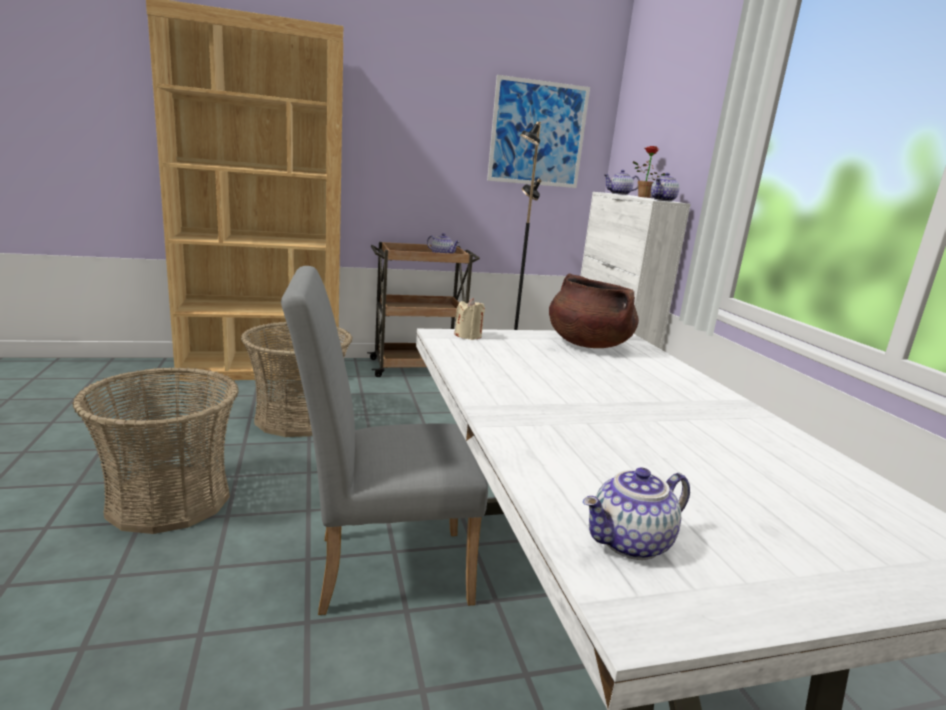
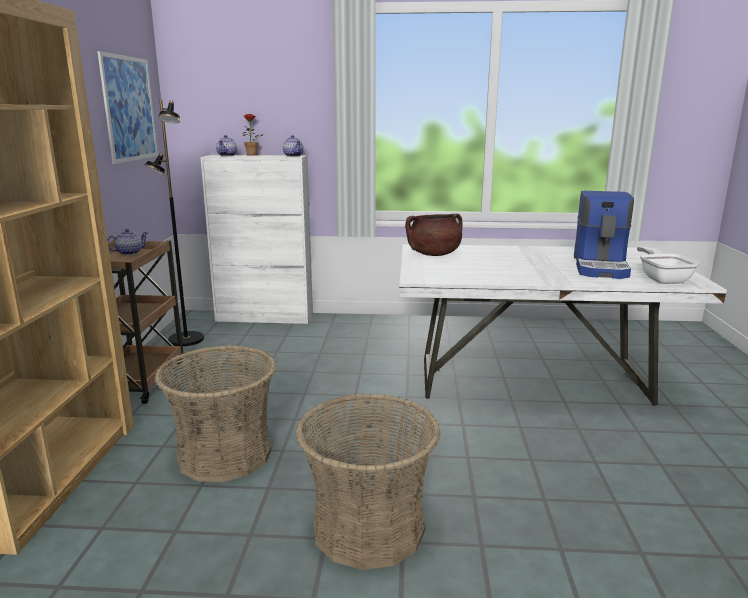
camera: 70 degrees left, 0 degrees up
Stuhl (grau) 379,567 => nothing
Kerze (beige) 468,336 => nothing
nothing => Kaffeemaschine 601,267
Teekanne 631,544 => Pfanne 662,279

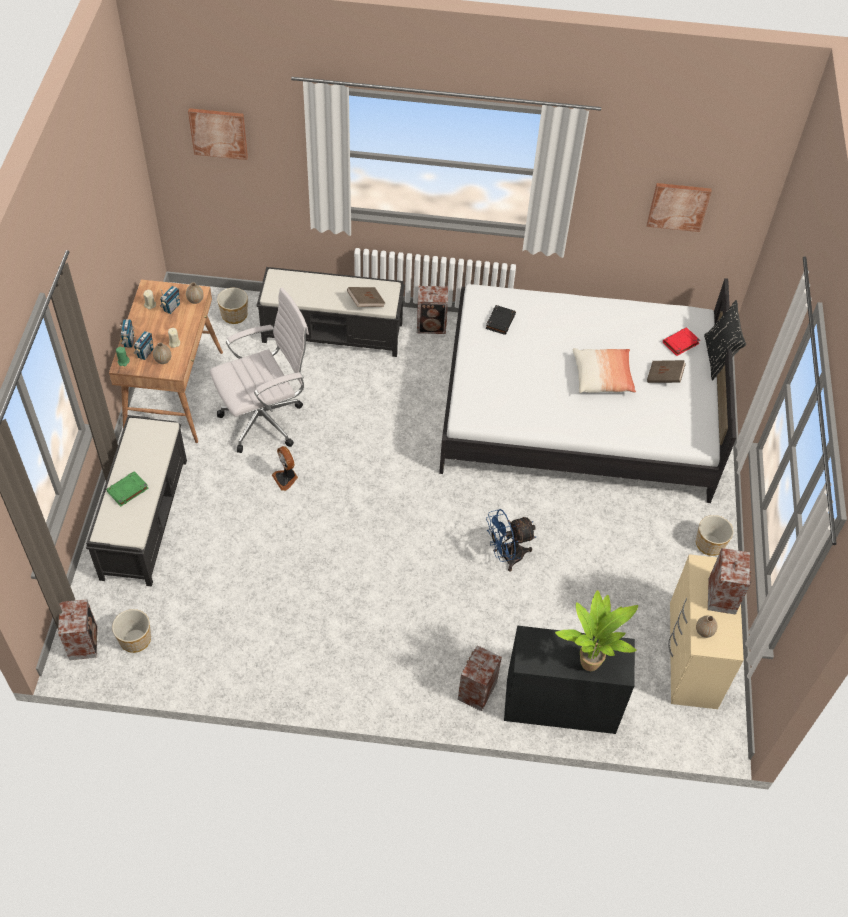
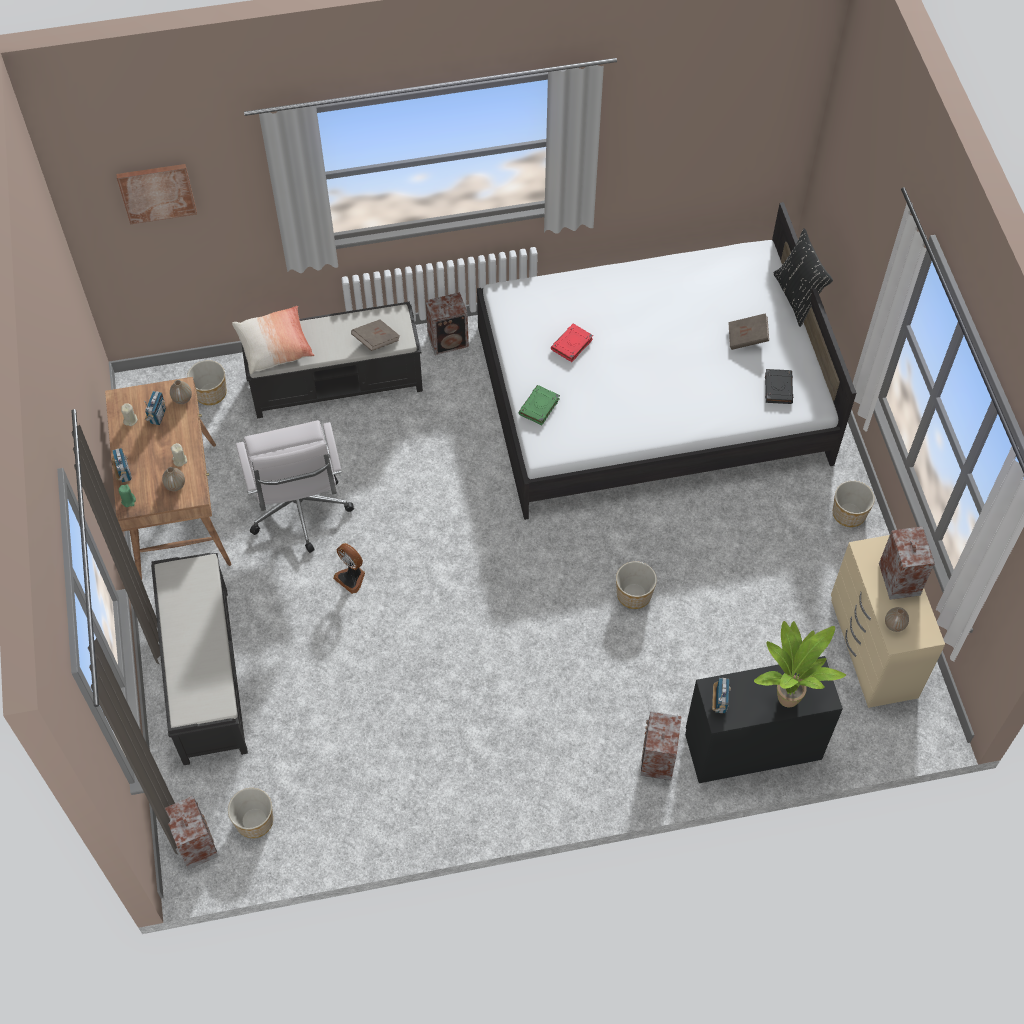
camera: 15 degrees left, 5 degrees up
Bild 678,206 => nothing
Buch (grün) 127,490 => Buch (grün) 539,407, moved
Radio 145,353 => Radio 719,703, moved
Buch (schwarz) 500,321 => Buch (schwarz) 778,388, moved
Kissen 602,377 => Kissen 275,347, moved
Buch (rot) 680,343 => Buch (rot) 571,345, moved
Ventilator (blau) 506,556 => Pflanzkübel 634,594
Bürostuhl (weiß) 266,420 => Bürostuhl (weiß) 300,513, 120 degrees clockwise

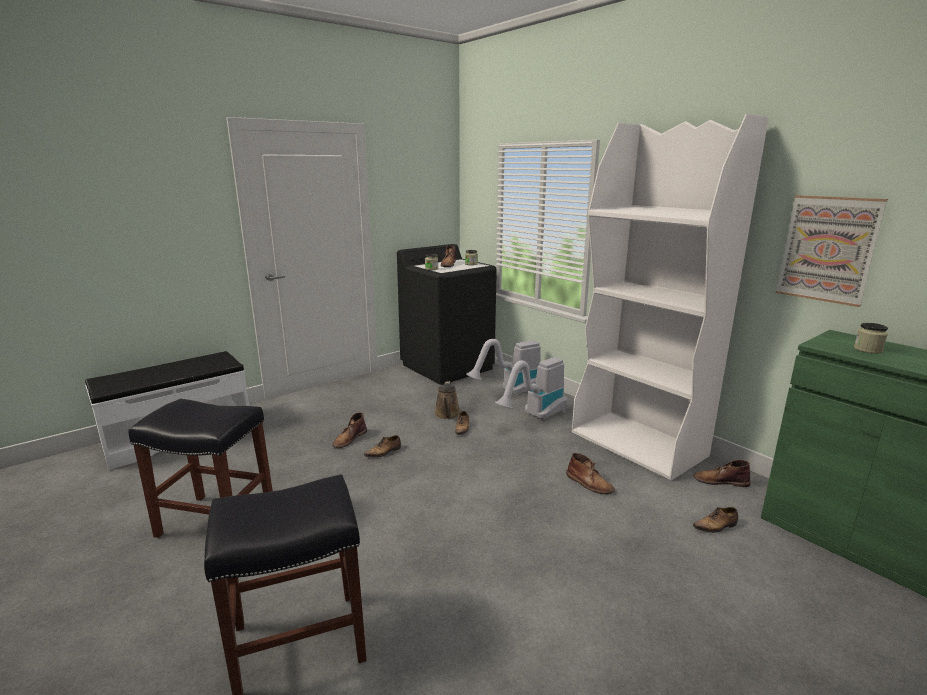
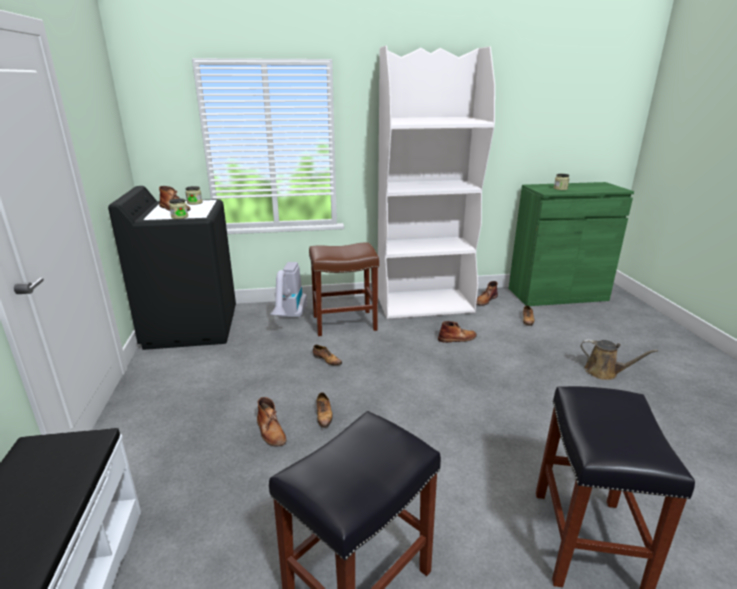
camera: 60 degrees left, 5 degrees up
Bild 828,249 => nothing
Gießkanne (braun) 447,414 => Gießkanne (braun) 604,372, moved
Staubsauger 535,416 => Hocker (braun) 345,322

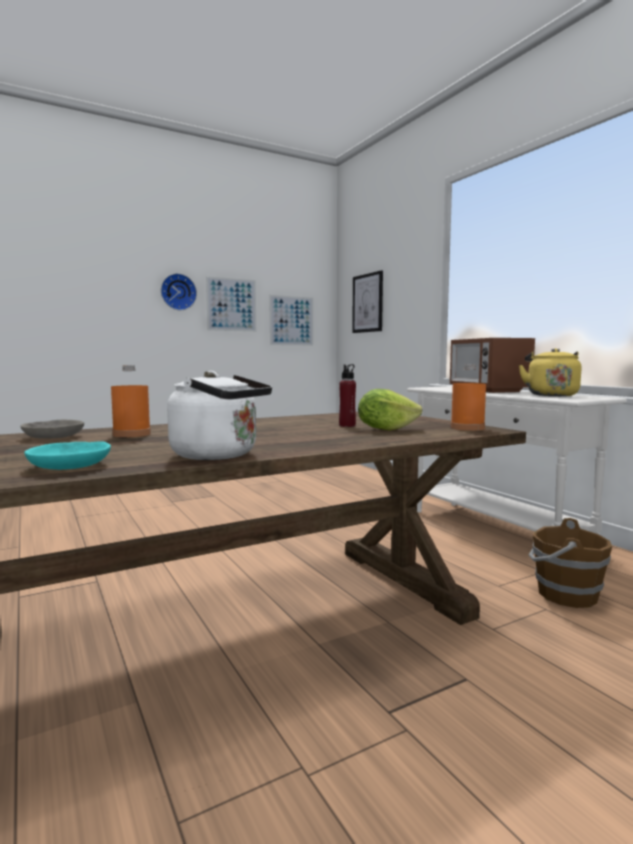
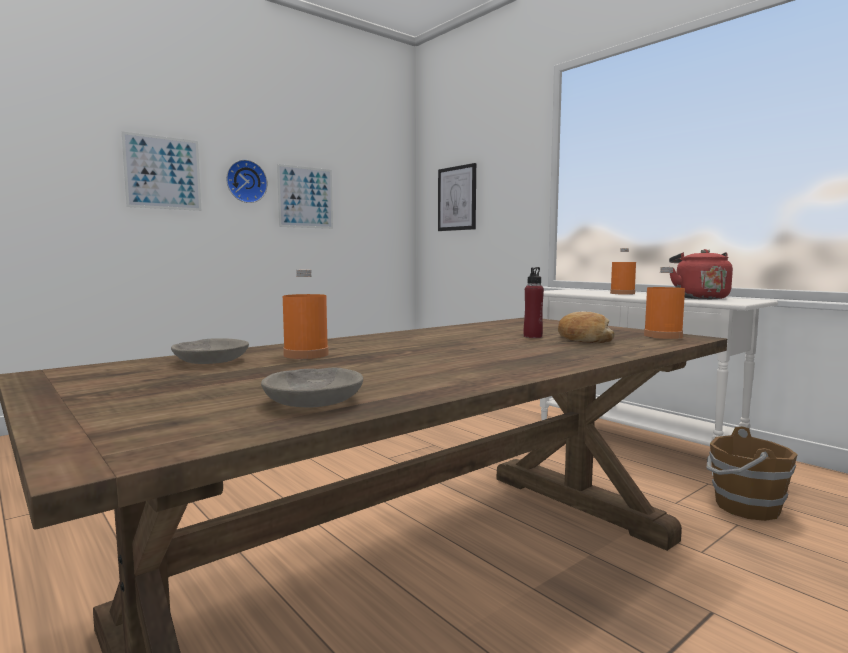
camera: 10 degrees left, 0 degrees up
Wasserkessel (weiß) 220,455 => nothing
Bild 291,321 => Bild 163,173, moved
Salatkopf 385,429 => Brot 582,339
Mikrowelle 488,390 => Flasche (orange) 622,293
Schüssel (türkis) 71,465 => Schüssel (grau) 314,400
Wasserkessel (gelb) 550,395 => Wasserkessel (rot) 699,298

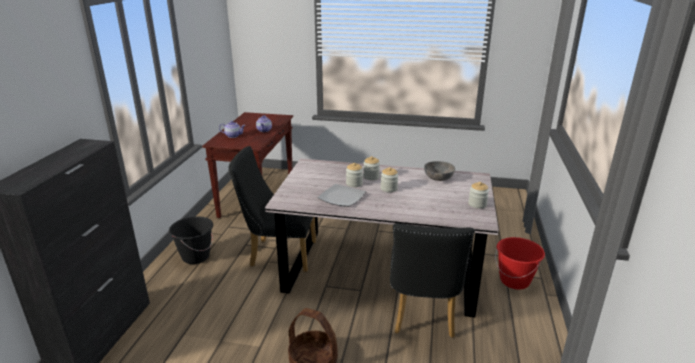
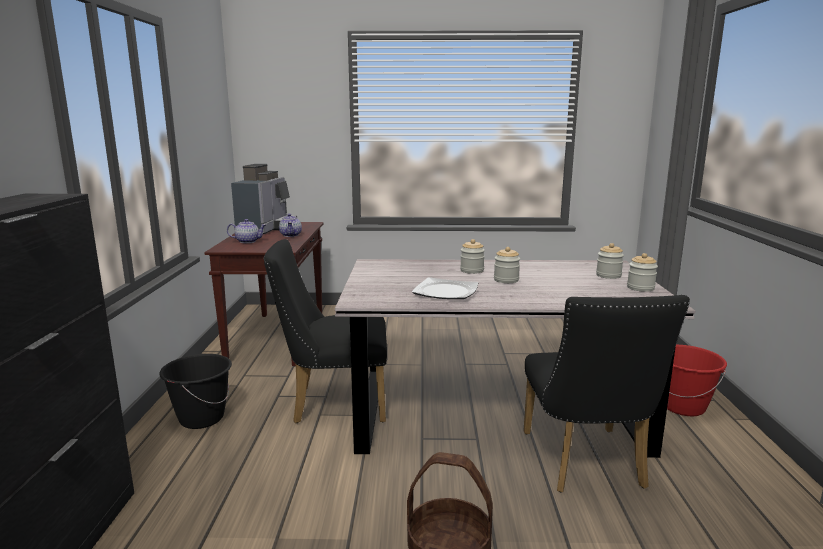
camera: 10 degrees left, 10 degrees down
Schüssel (grau) 438,178 => nothing
nothing => Kaffeemaschine 266,229
Vorratsglas 354,183 => Vorratsglas 608,275, moved

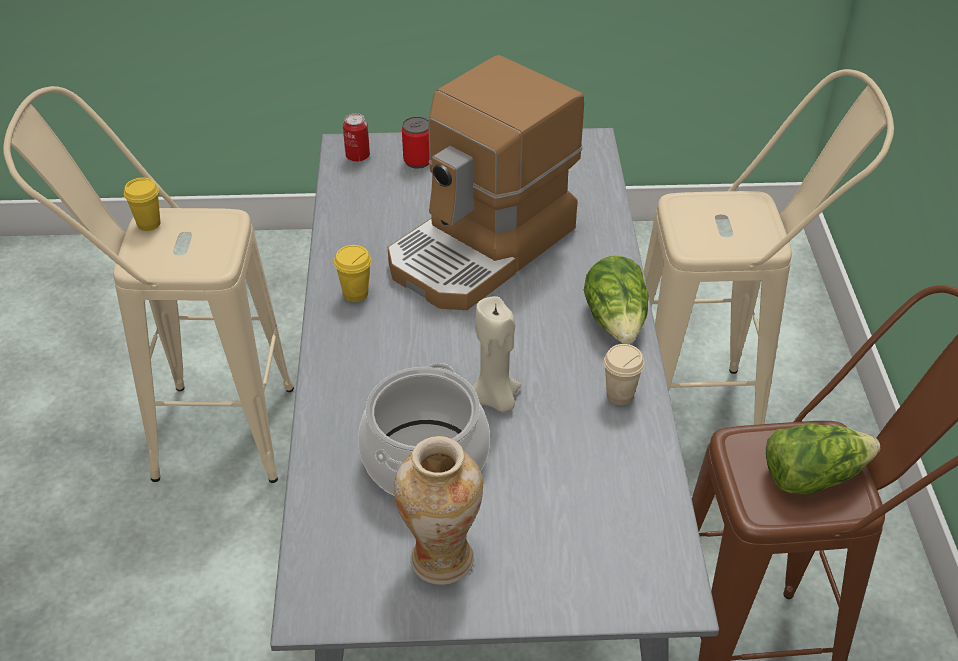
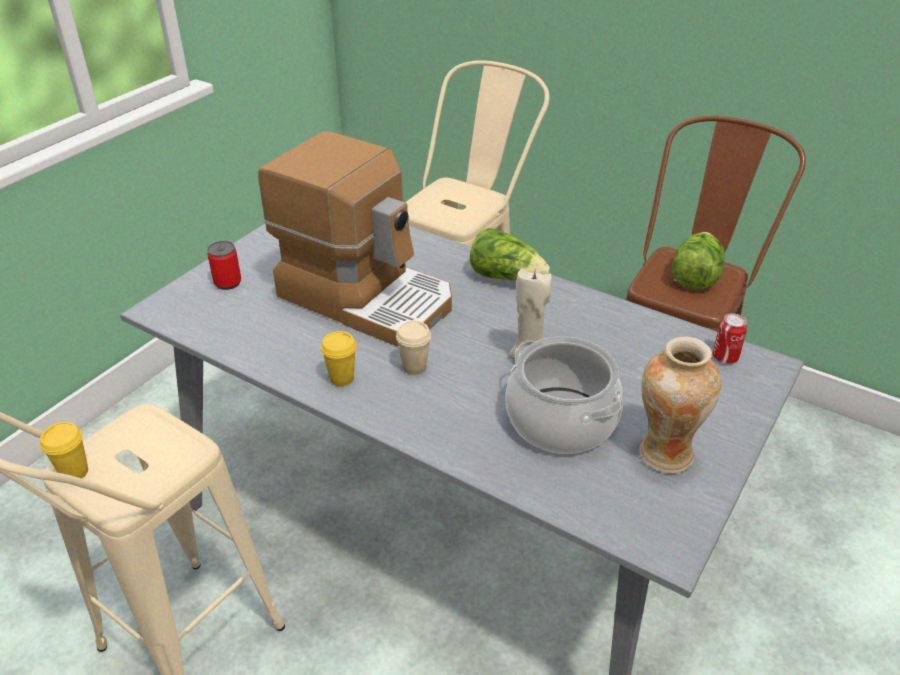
camera: 55 degrees left, 5 degrees down
Dose 357,156 => Dose 725,357, moved
Tasse (beige) 620,395 => Tasse (beige) 414,367, moved
Kaffeemaschine 483,248 => Kaffeemaschine 367,297, 45 degrees counterclockwise

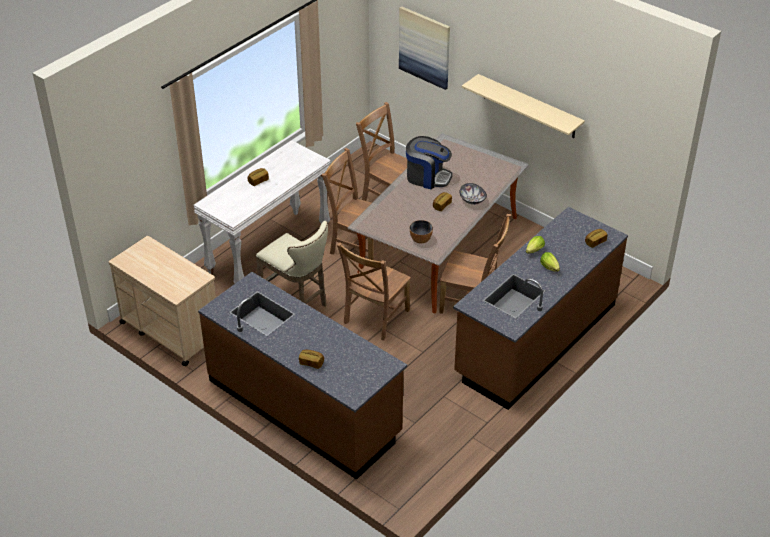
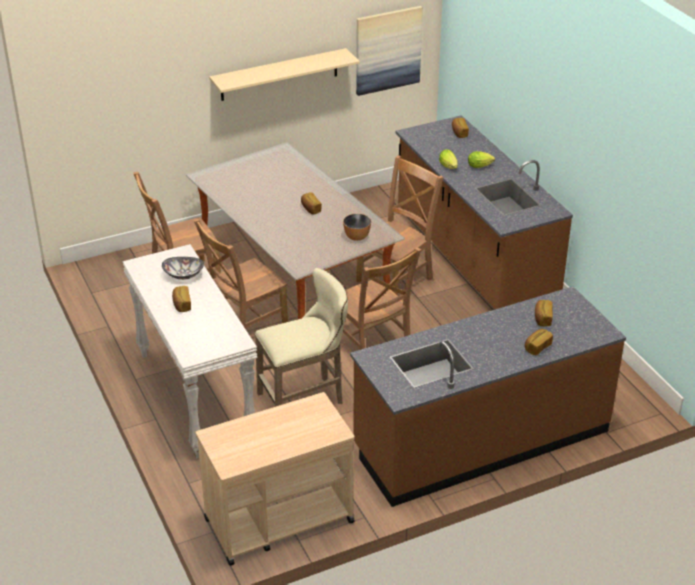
camera: 65 degrees left, 5 degrees down
Kaffeemaschine 427,177 => nothing
nothing => Brot 542,319
Bild 425,47 => Bild 387,50, moved
Schüssel 472,200 => Schüssel 183,275, moved

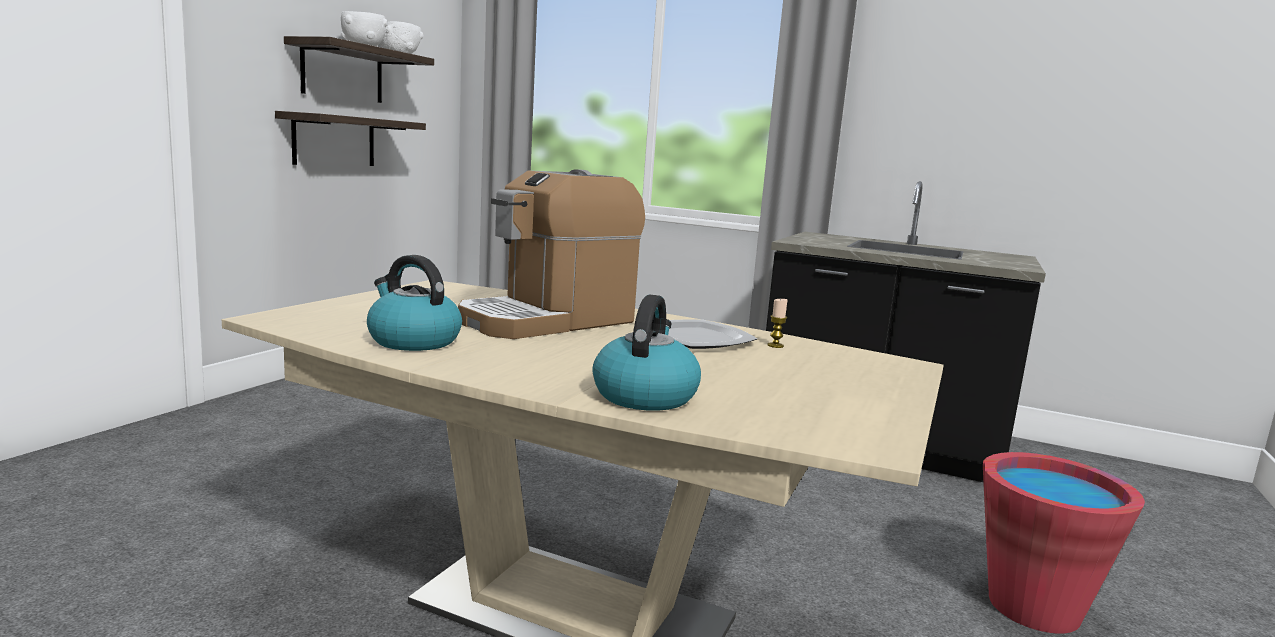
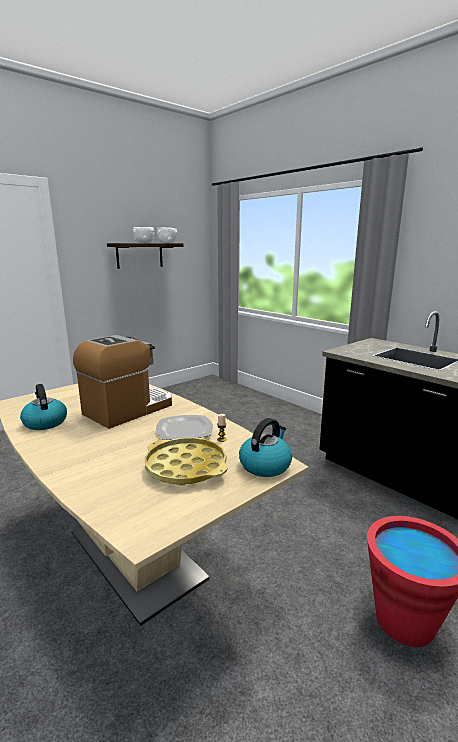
camera: 25 degrees right, 5 degrees up
Wandregal 334,140 => nothing
nothing => Tablett (gelb) 186,467
Wasserkessel 644,395 => Wasserkessel 265,465, moved
Kaffeemaschine 548,320 => Kaffeemaschine 128,410, 150 degrees clockwise

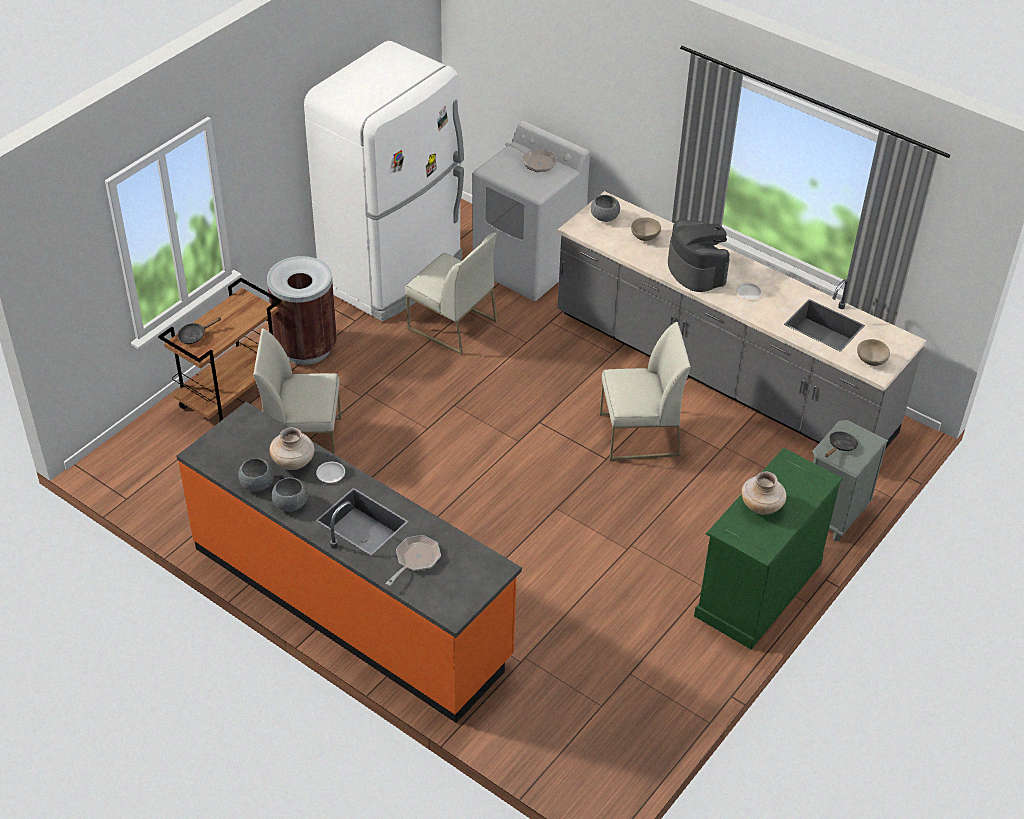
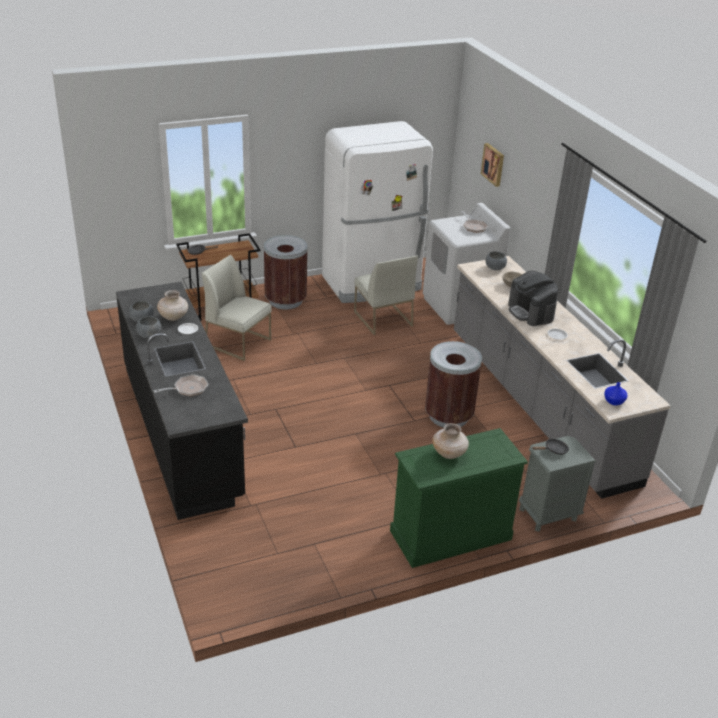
camera: 30 degrees right, 10 degrees down
nothing => Bild 493,164
Stuhl (weiß) 639,435 => Mülleimer (braun) 448,416
Schüssel (beige) 871,360 => Vase (blau) 613,401
Küchenzeile (orange) 351,602 => Küchenzeile (schwarz) 182,431
Kaffeemaschine 696,270 => Kaffeemaschine 531,312, 150 degrees clockwise

